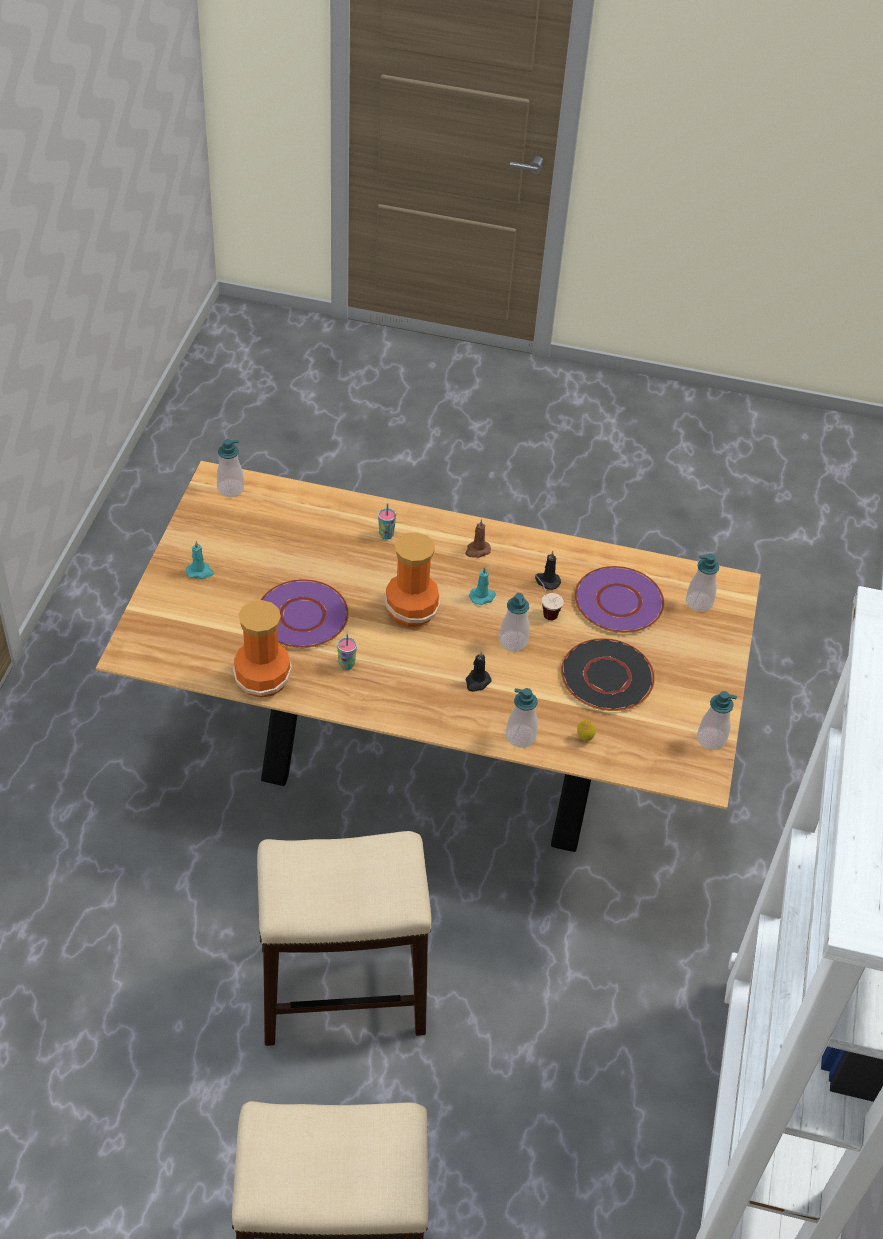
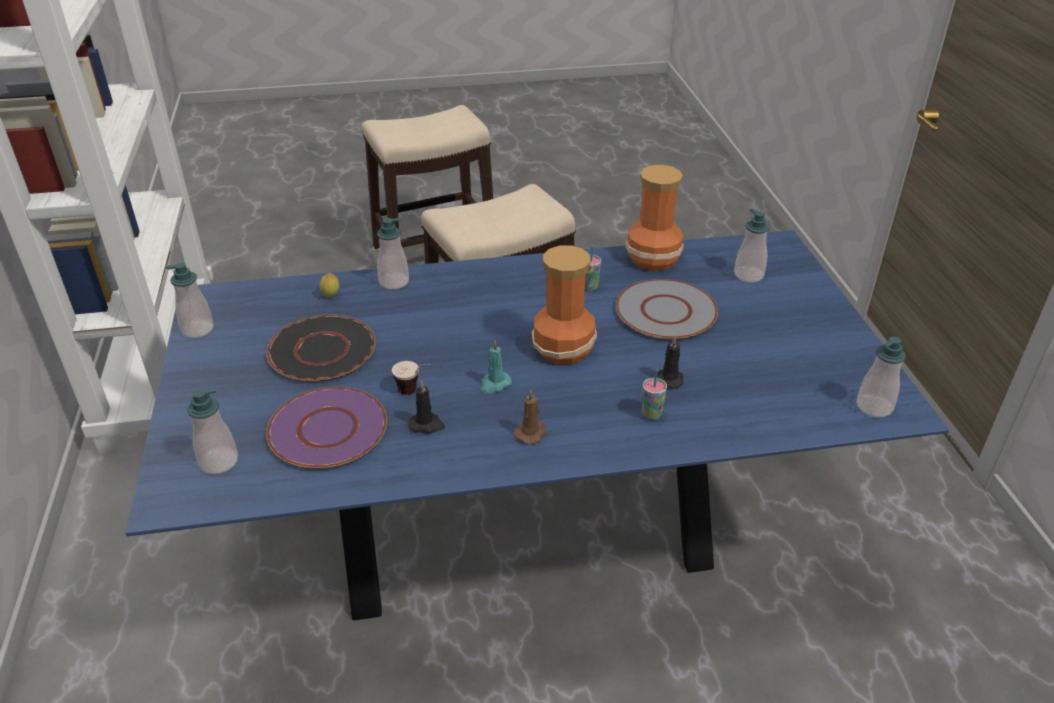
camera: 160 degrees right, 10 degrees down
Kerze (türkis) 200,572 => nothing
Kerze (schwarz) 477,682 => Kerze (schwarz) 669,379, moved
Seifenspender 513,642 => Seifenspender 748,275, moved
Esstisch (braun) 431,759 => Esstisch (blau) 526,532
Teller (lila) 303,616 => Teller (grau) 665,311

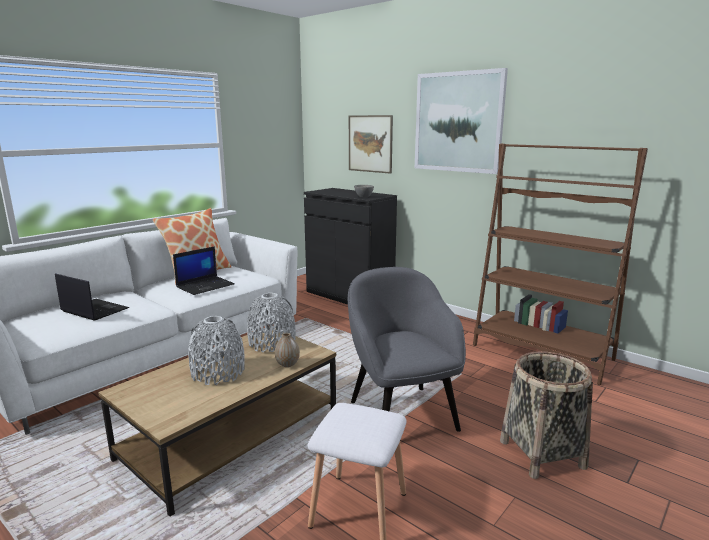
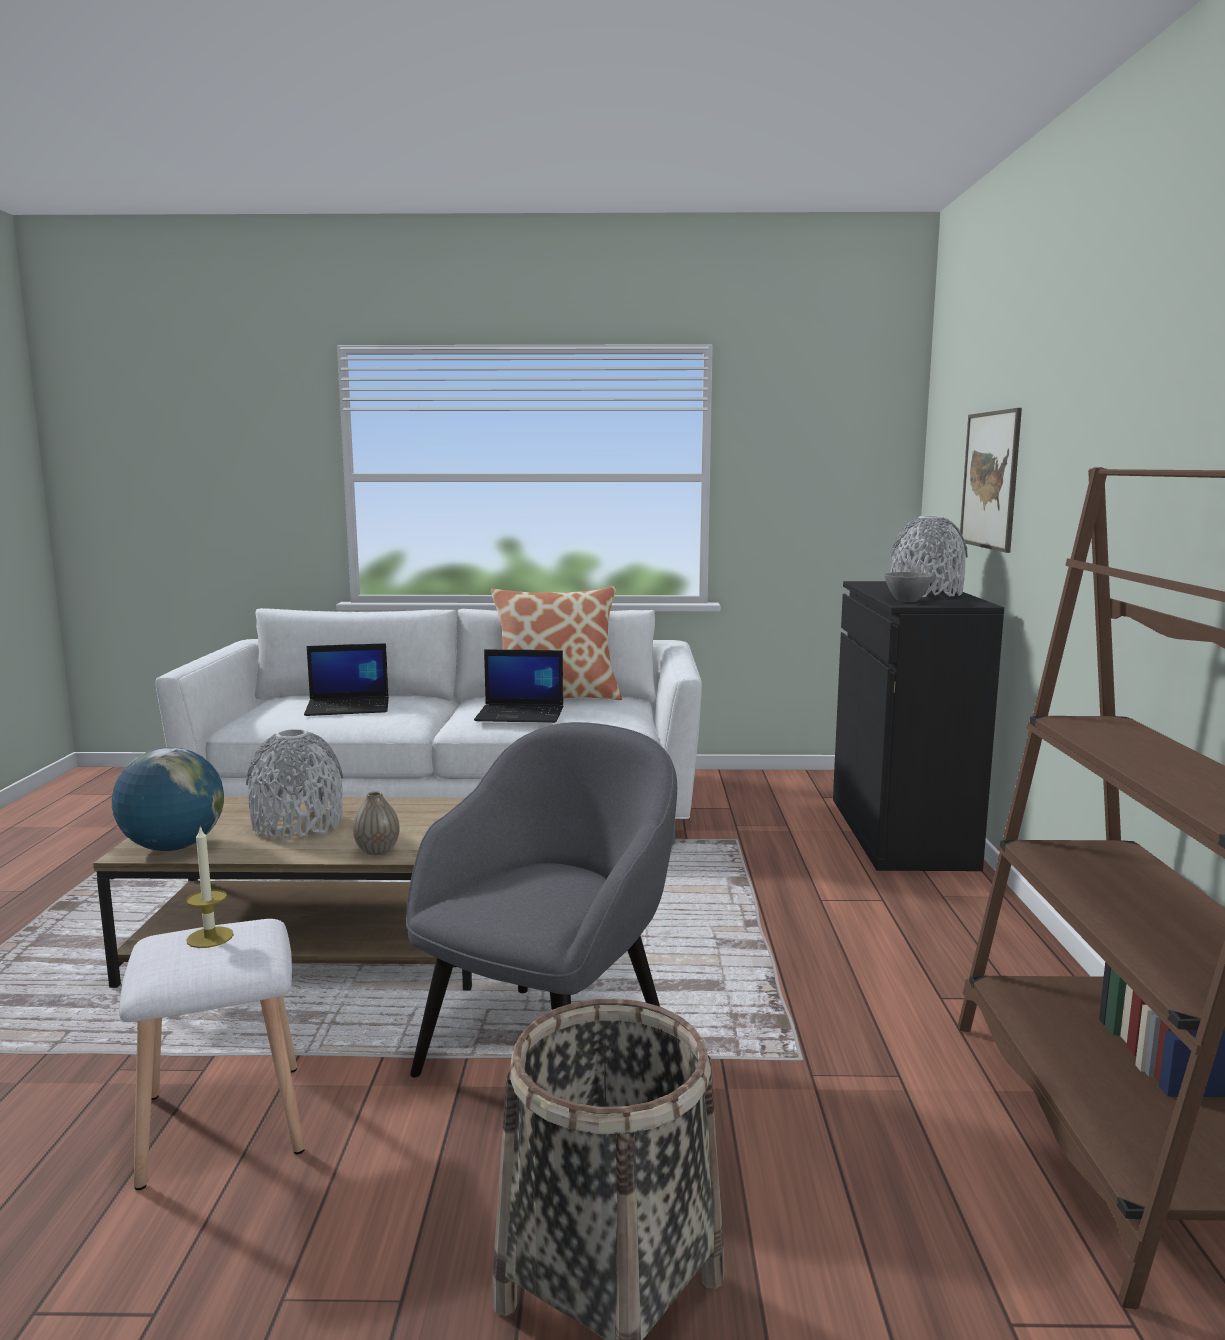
camera: 50 degrees right, 5 degrees down
Bild 458,122 => nothing
nothing => Globus 173,848
nothing => Kerze 210,937
Vase (grau) 272,343 => Vase (grau) 926,593, moved
Laptop 93,310 => Laptop 349,707, 90 degrees clockwise

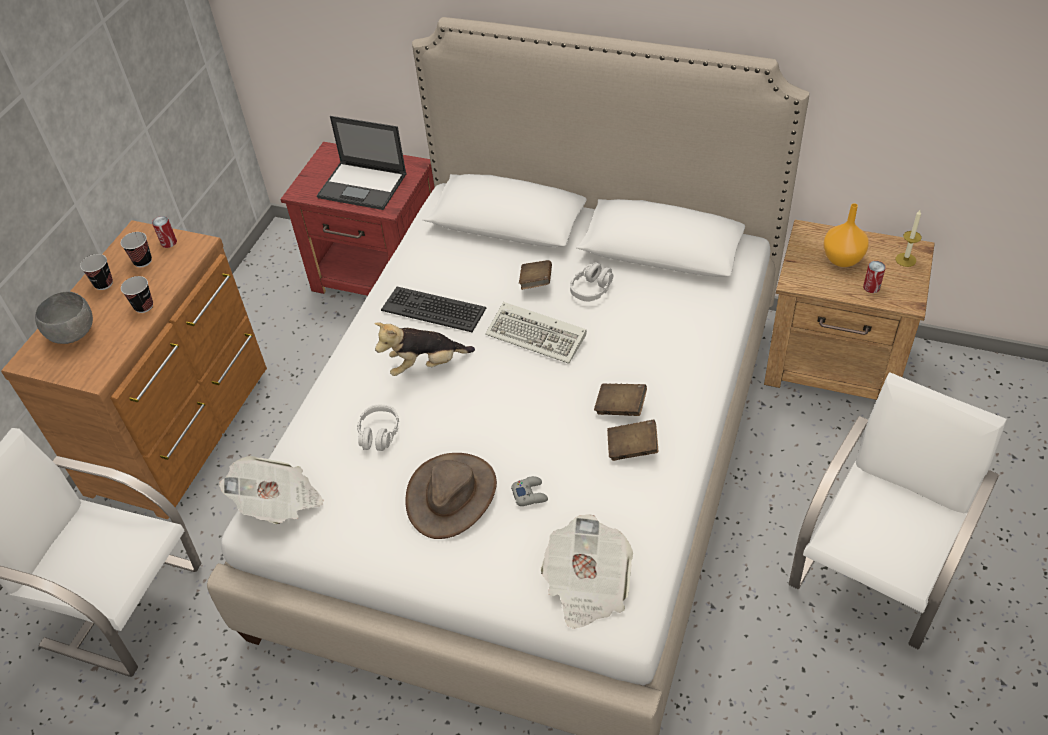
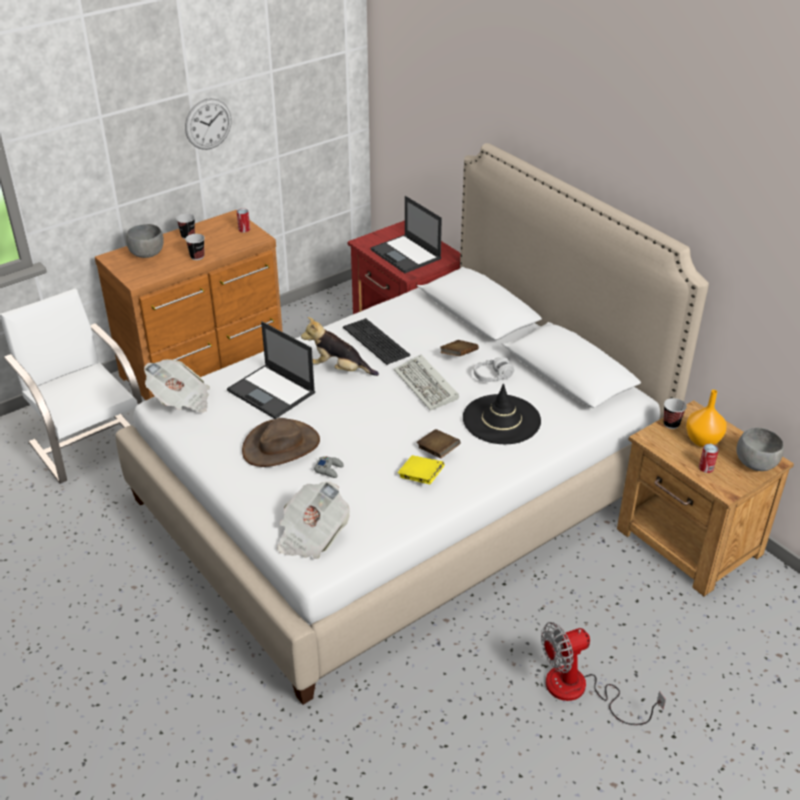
camera: 30 degrees right, 10 degrees down
nothing => Wanduhr 208,124
nothing => Hut (schwarz) 501,420
Tasse 143,261 => Tasse 671,424, moved
Kopfhörer (grau) 379,433 => Laptop 272,392
Stuhl (weiß) 875,573 => Ventilator 580,690
Kerze 905,260 => Schüssel (grau) 755,463
Buch (braun) 632,448 => Buch (gelb) 420,477

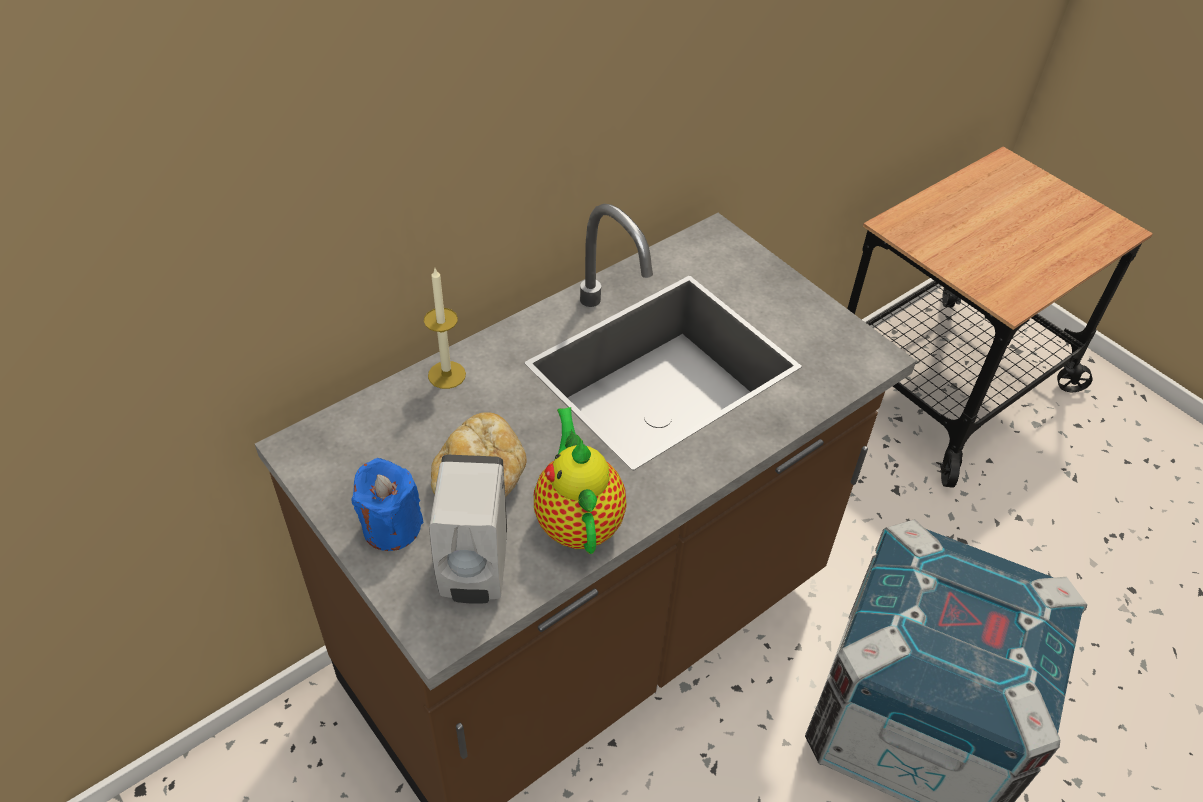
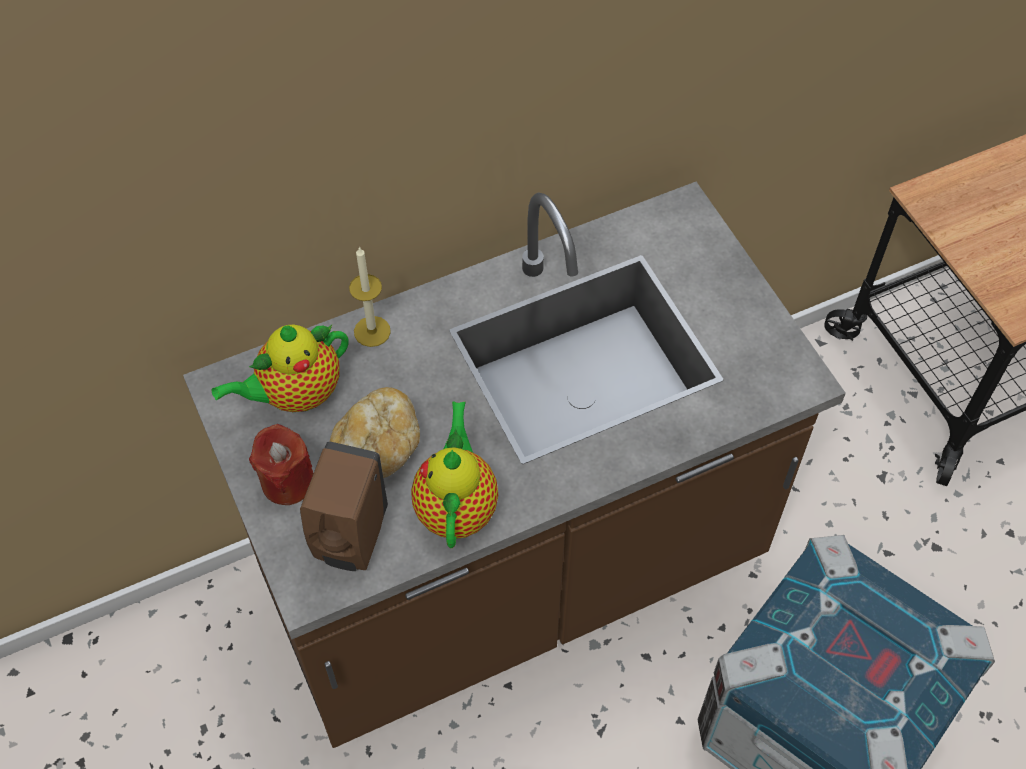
camera: 15 degrees right, 10 degrees up
nothing => Teekanne 295,394
Kerze (blau) 391,527 => Kerze (rot) 287,481
Seifenspender (weiß) 474,573 => Seifenspender (braun) 350,540

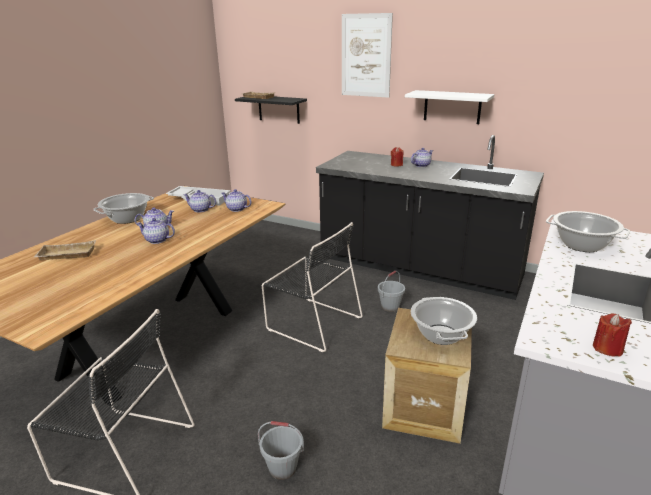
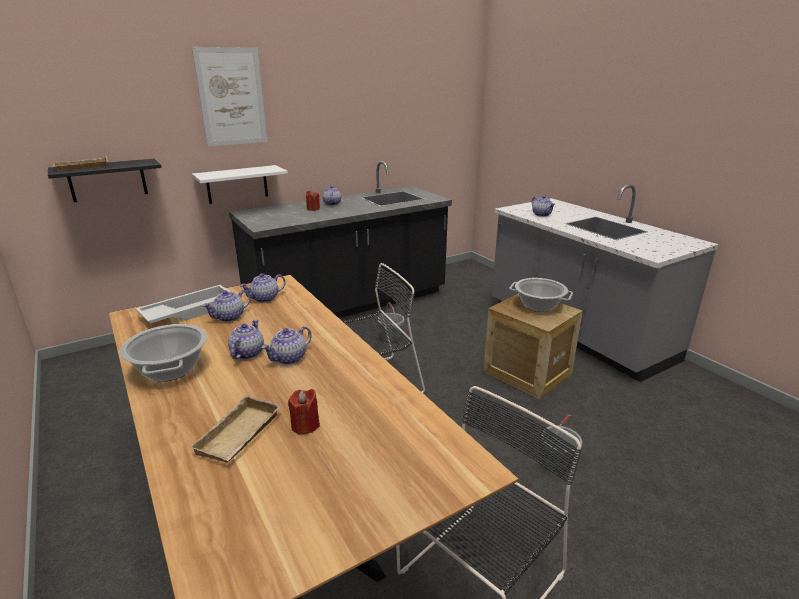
camera: 60 degrees left, 0 degrees up
Wandregal (weiß) 452,107 => Wandregal (weiß) 237,184, moved
Kerze (rot) 607,348 => Kerze (rot) 305,425, moved
Kochtopf 582,245 => Teekanne 542,214

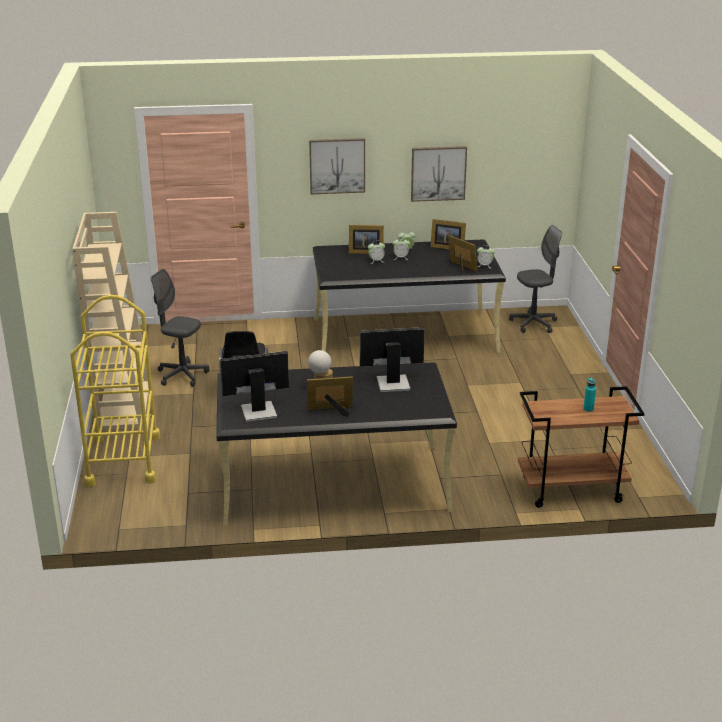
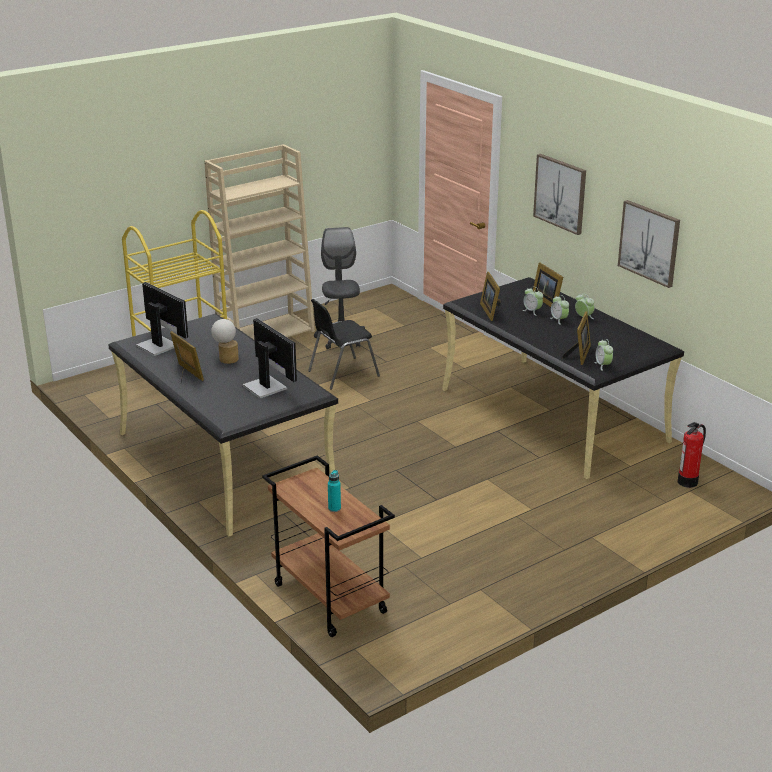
camera: 60 degrees right, 0 degrees up
Bilderrahmen 446,247 => Bilderrahmen 491,311, moved
Bürostuhl (grau) 533,324 => Feuerlöscher 688,482

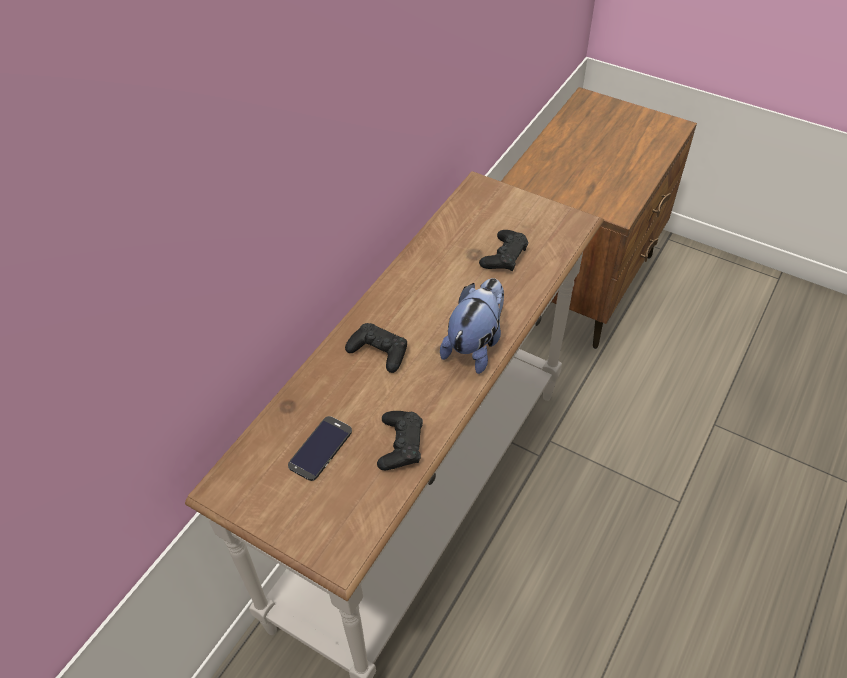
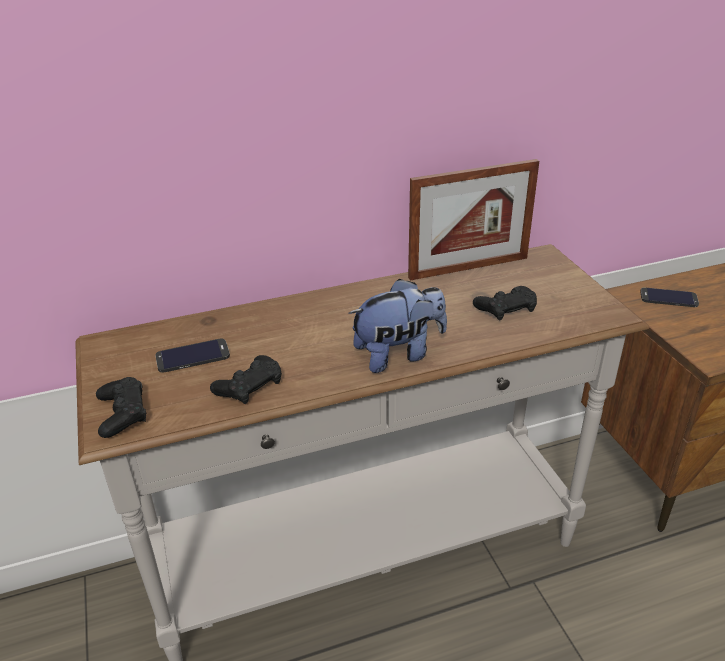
camera: 40 degrees right, 15 degrees down
nothing => Bilderrahmen 468,268
nothing => Handy 668,298
Gamepad (schwarz) 379,351 => Gamepad (schwarz) 122,413, moved

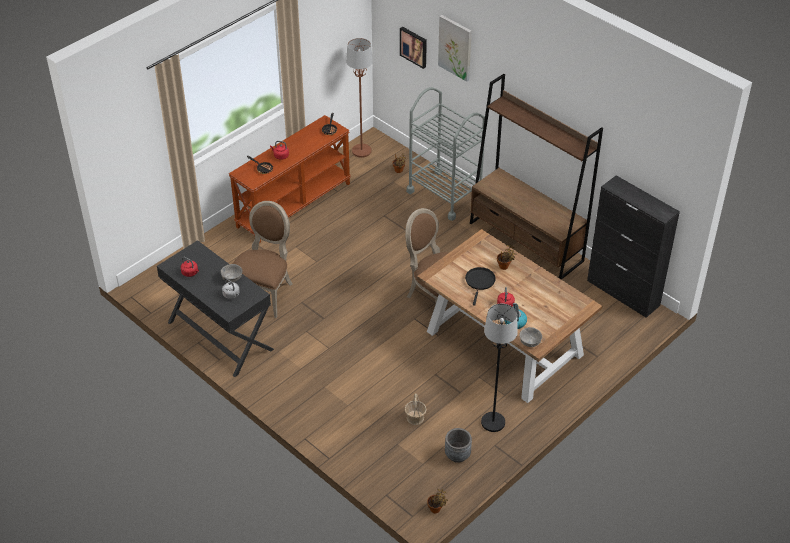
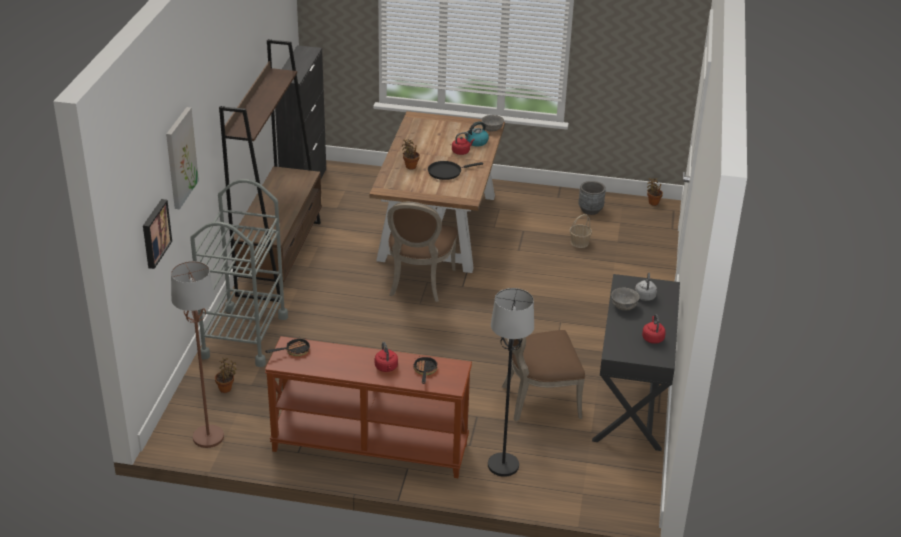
camera: 125 degrees left, 10 degrees down
Stehlampe (schwarz) 492,422 => Stehlampe (schwarz) 503,465, moved

